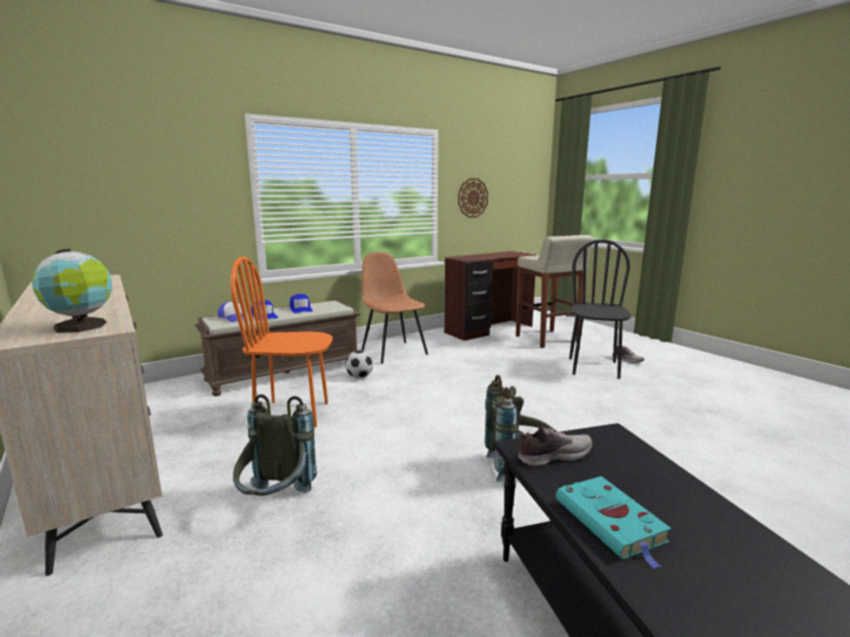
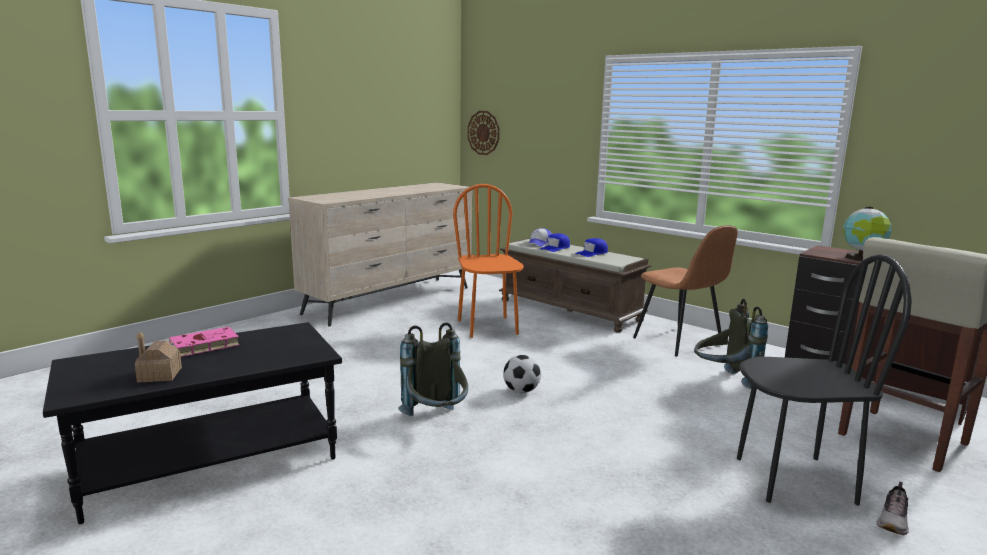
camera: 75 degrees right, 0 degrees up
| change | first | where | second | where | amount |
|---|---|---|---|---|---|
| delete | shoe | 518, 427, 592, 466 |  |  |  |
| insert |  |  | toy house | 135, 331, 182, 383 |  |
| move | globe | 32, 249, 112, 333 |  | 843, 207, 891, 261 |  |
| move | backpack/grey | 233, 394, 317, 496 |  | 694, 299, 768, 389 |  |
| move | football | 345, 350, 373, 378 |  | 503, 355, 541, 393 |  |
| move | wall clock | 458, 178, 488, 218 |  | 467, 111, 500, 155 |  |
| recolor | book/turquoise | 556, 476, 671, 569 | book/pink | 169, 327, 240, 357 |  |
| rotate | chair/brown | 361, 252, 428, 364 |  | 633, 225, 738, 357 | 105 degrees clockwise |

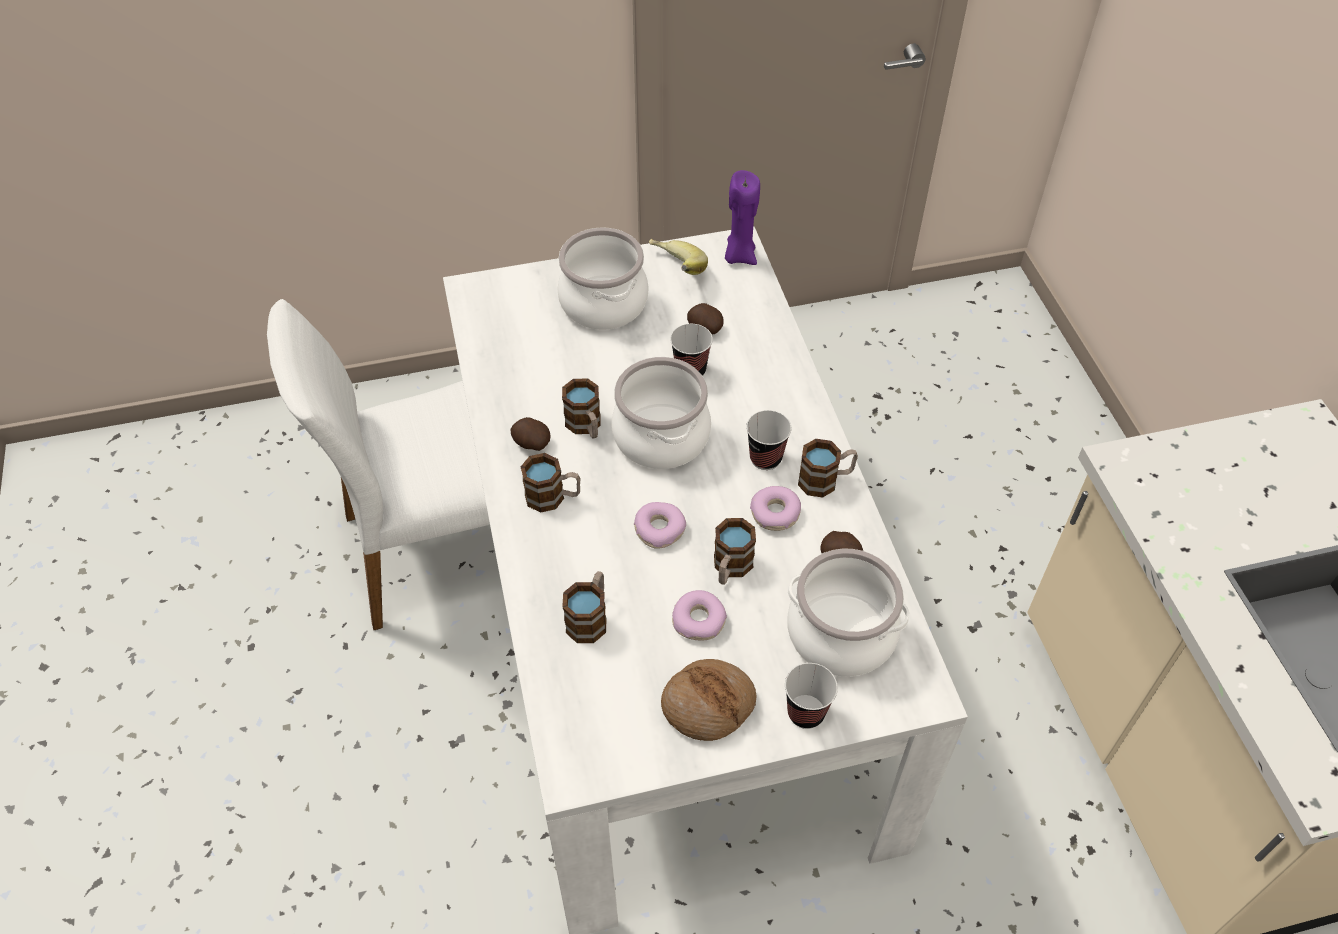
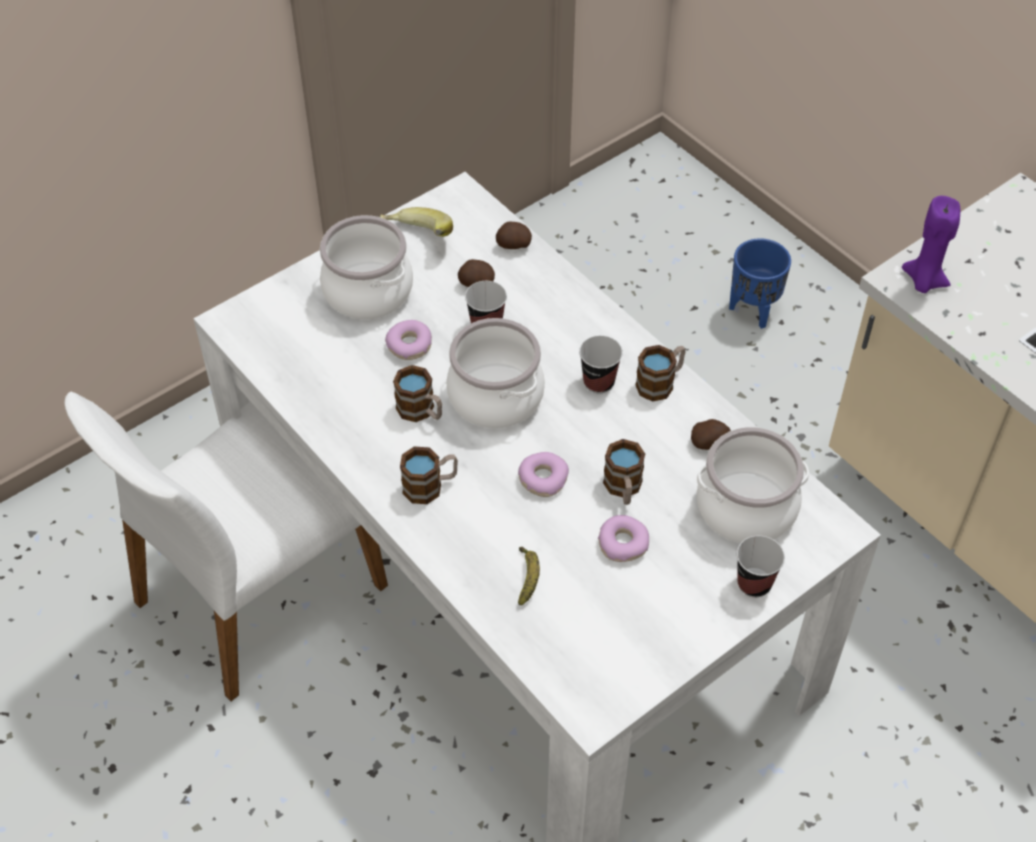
camera: 25 degrees left, 0 degrees up
| change | first | where | second | where | amount |
|---|---|---|---|---|---|
| delete | bread | 661, 659, 756, 741 |  |  |  |
| insert |  |  | planter/blue | 729, 238, 791, 329 |  |
| move | potato | 511, 417, 551, 451 |  | 496, 221, 532, 249 |  |
| move | candle/purple | 725, 170, 760, 265 |  | 902, 196, 960, 293 |  |
| move | donut | 750, 486, 801, 531 |  | 385, 320, 432, 360 |  |
| replace | mug | 562, 571, 607, 643 | banana | 518, 546, 540, 605 |  |

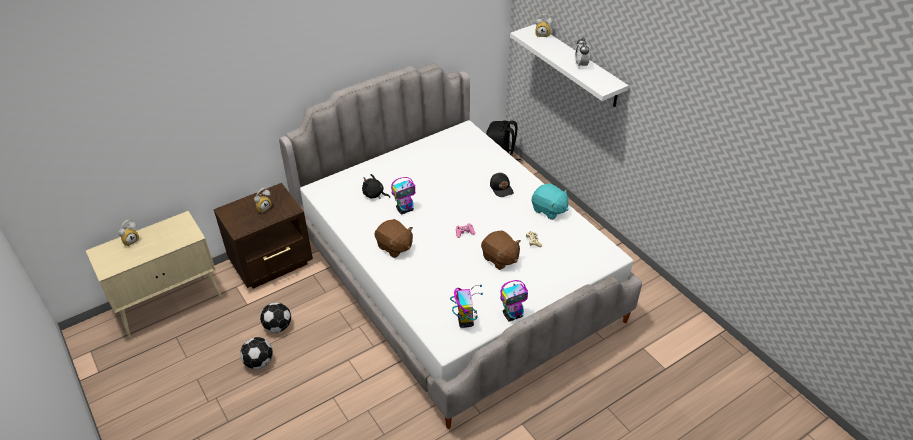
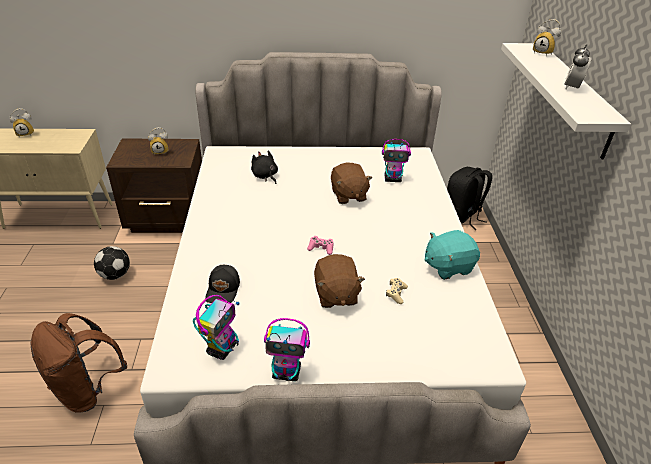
camera: 30 degrees right, 5 degrees down
| change | first | where | second | where | amount |
|---|---|---|---|---|---|
| delete | football | 240, 337, 273, 369 |  |  |  |
| insert |  |  | backpack/brown | 31, 313, 127, 413 |  |
| move | plush toy/brown | 375, 219, 413, 258 |  | 331, 163, 372, 204 |  |
| move | toy robot | 391, 177, 415, 214 |  | 382, 139, 411, 182 |  |
| move | cap/black | 490, 173, 514, 197 |  | 205, 265, 240, 303 |  |
| rotate | plush toy/turquoise | 532, 183, 568, 220 |  | 424, 230, 480, 280 | 90 degrees clockwise |

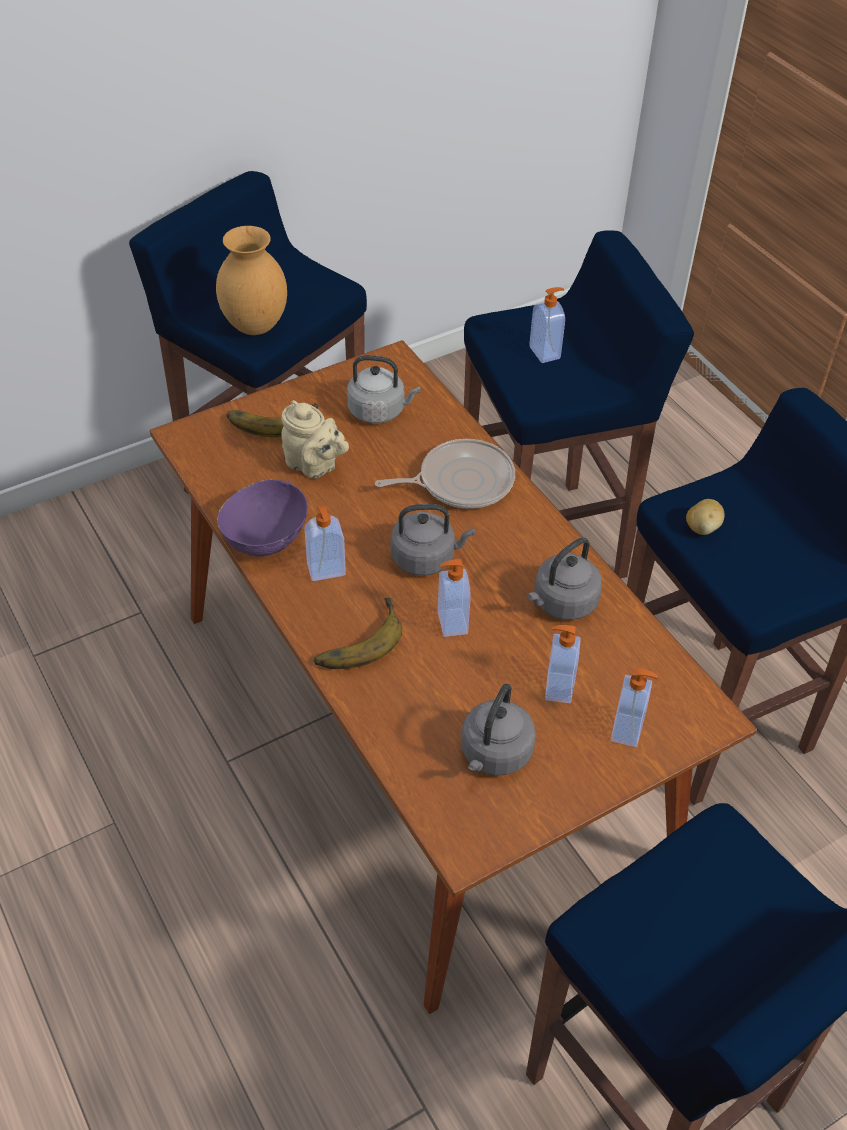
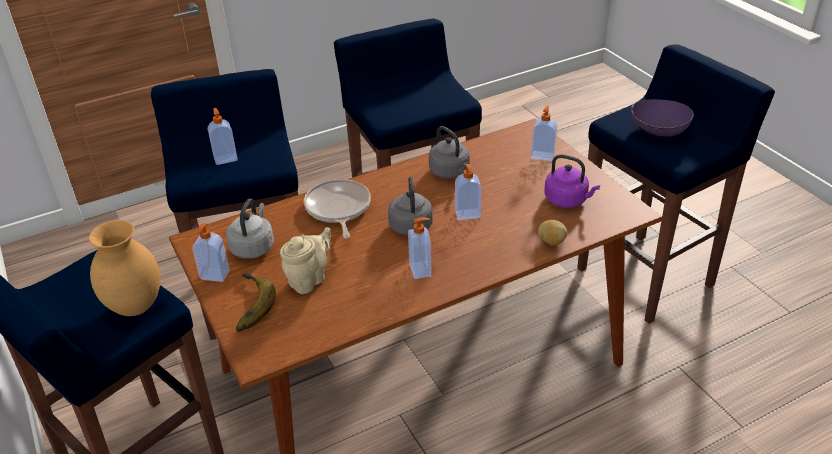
camera: 85 degrees left, 10 degrees down
| change | first | where | second | where | amount |
|---|---|---|---|---|---|
| delete | banana | 314, 598, 402, 669 |  |  |  |
| move | bowl/purple | 217, 479, 308, 556 |  | 631, 99, 694, 136 |  |
| move | soap dispenser | 545, 625, 580, 703 |  | 192, 223, 230, 282 |  |
| move | potato | 686, 499, 725, 535 |  | 538, 220, 567, 245 |  |
| recolor | kettle/grey | 461, 684, 536, 775 | kettle/purple | 544, 154, 600, 208 |  |

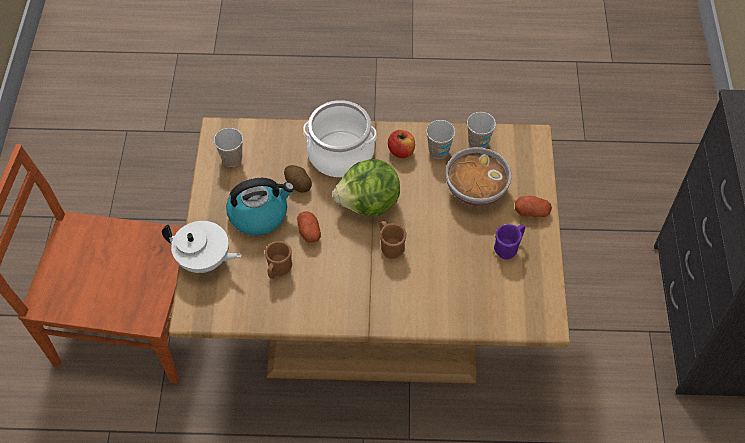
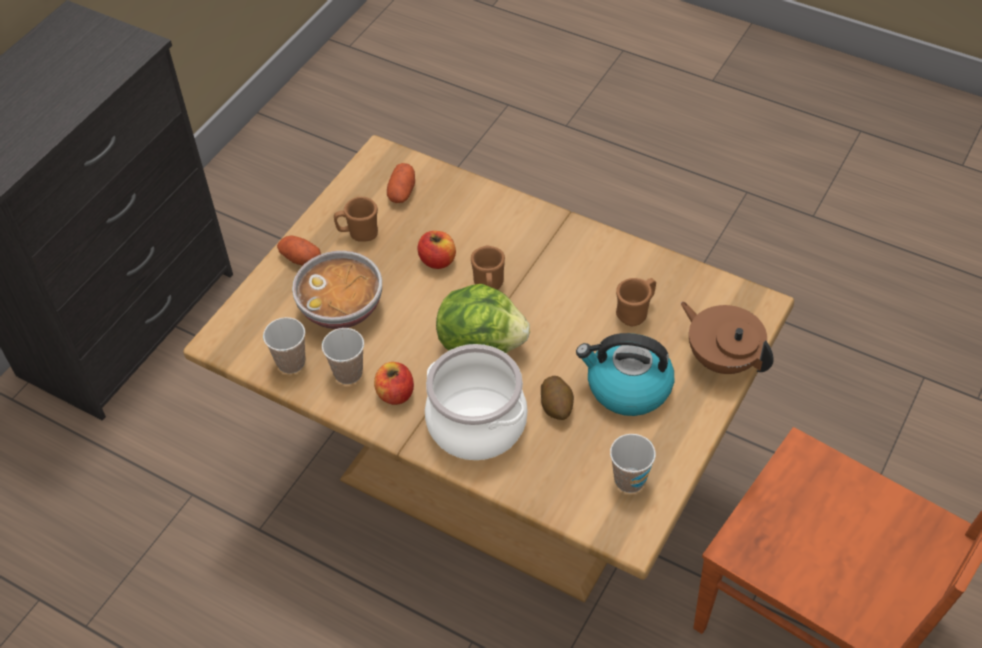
camera: 150 degrees left, 5 degrees down
| change | first | where | second | where | amount |
|---|---|---|---|---|---|
| insert |  |  | apple | 418, 231, 456, 269 |  |
| move | potato | 297, 212, 321, 243 |  | 387, 163, 415, 203 |  |
| recolor | teapot/white | 162, 221, 242, 273 | teapot/brown | 681, 302, 774, 374 |  |
| recolor | mug/purple | 494, 224, 525, 260 | mug/brown | 334, 197, 378, 242 |  |

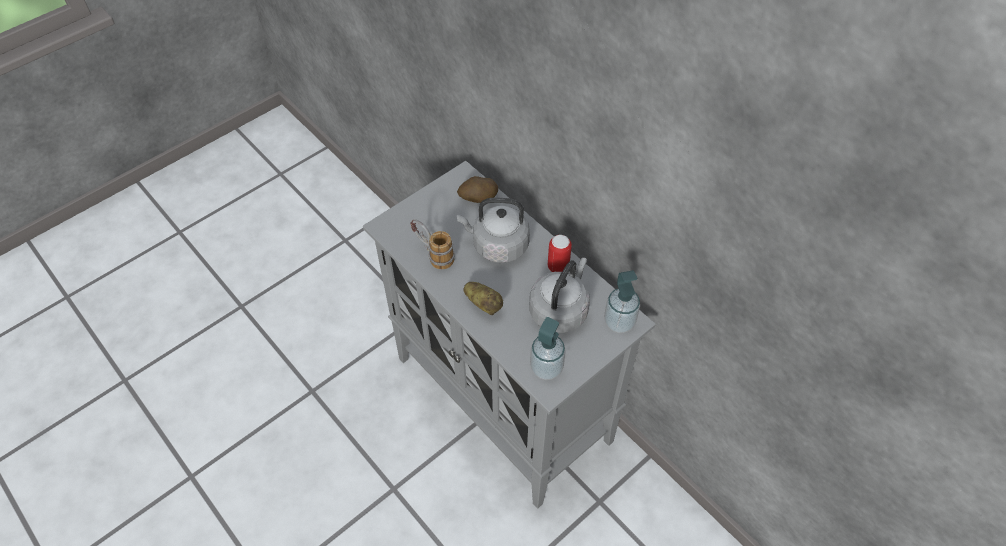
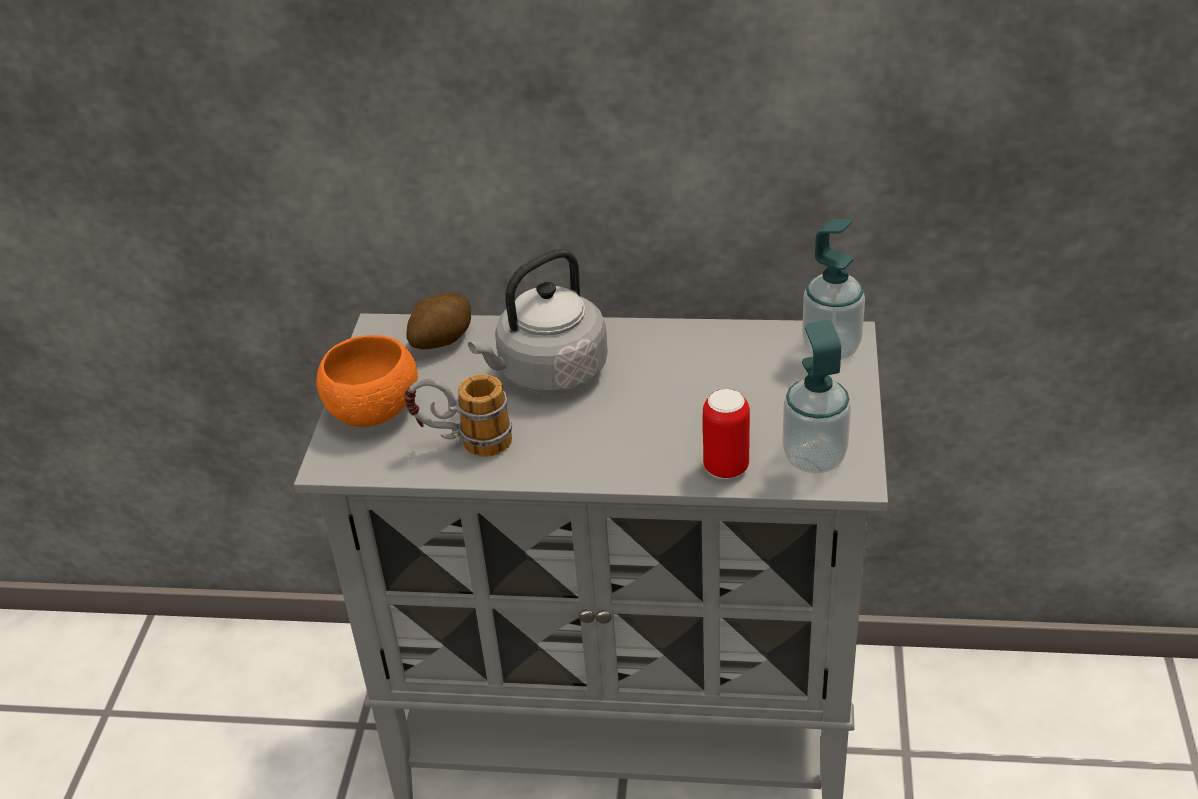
camera: 40 degrees left, 15 degrees down
| change | first | where | second | where | amount |
|---|---|---|---|---|---|
| delete | potato | 463, 282, 503, 315 |  |  |  |
| delete | kettle/grey | 529, 258, 590, 333 |  |  |  |
| insert |  |  | bowl/orange | 316, 335, 418, 427 |  |
| move | can | 548, 235, 572, 272 |  | 703, 389, 750, 479 |  |

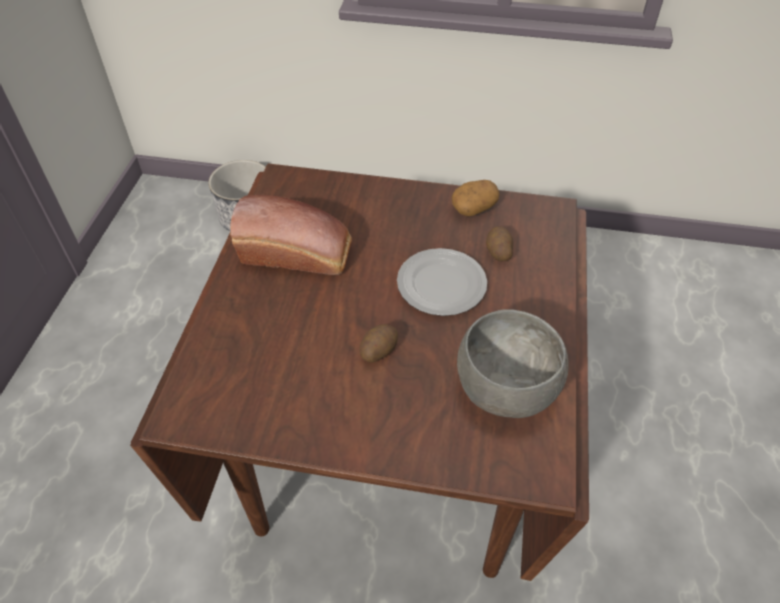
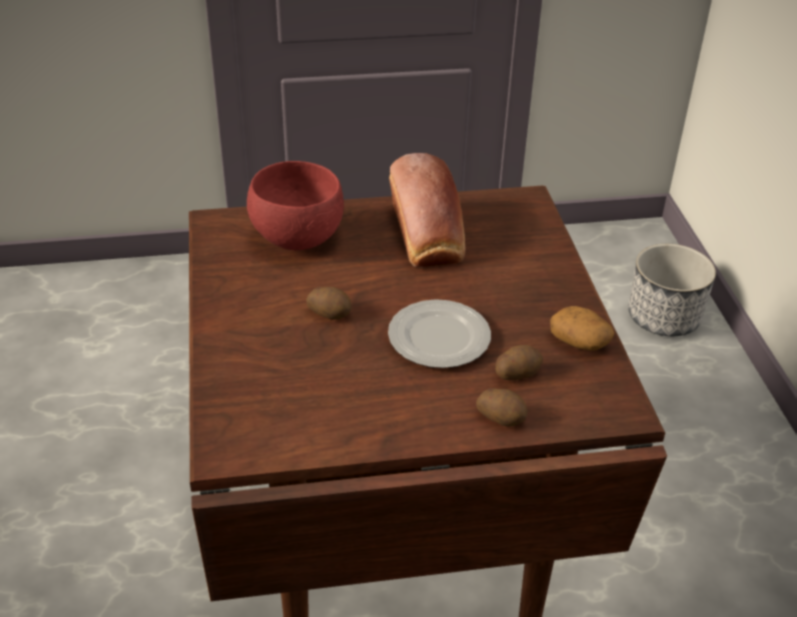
camera: 70 degrees right, 10 degrees down
| change | first | where | second | where | amount |
|---|---|---|---|---|---|
| delete | bowl/grey | 457, 309, 569, 418 |  |  |  |
| insert |  |  | bowl/red | 247, 161, 344, 250 |  |
| insert |  |  | potato | 476, 388, 528, 426 |  |

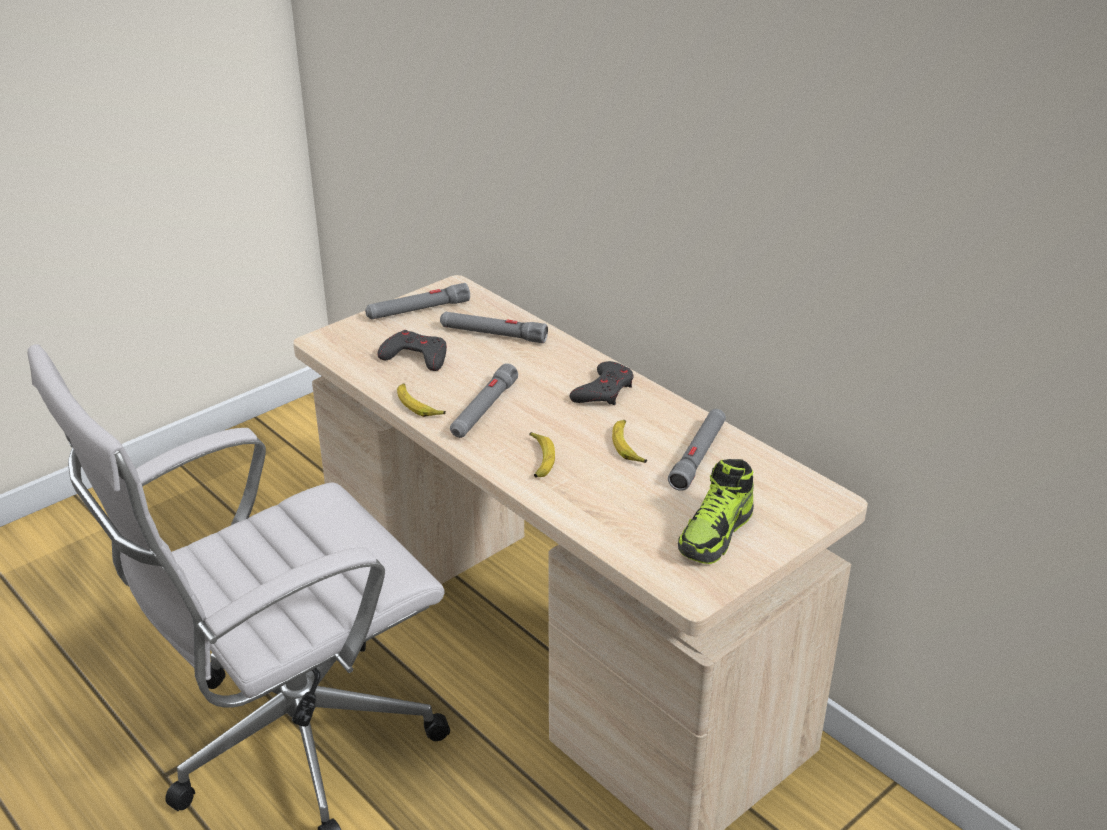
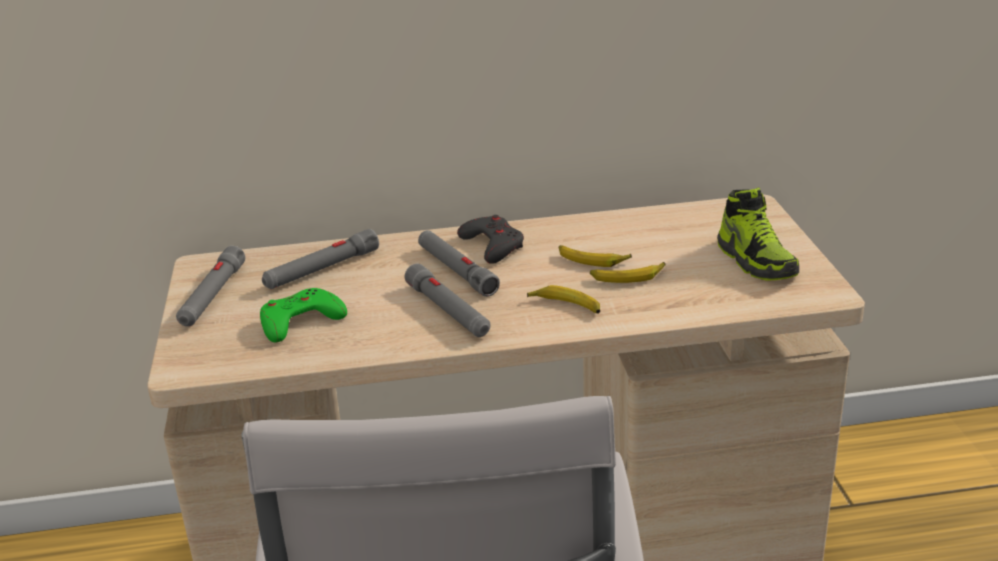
camera: 55 degrees left, 5 degrees down
| change | first | where | second | where | amount |
|---|---|---|---|---|---|
| move | banana | 397, 383, 446, 417 |  | 590, 262, 666, 283 |  |
| move | flashlight/grey | 668, 409, 726, 491 |  | 418, 230, 500, 297 |  |
| recolor | game controller/grey | 377, 330, 447, 371 | game controller/green | 260, 288, 347, 343 |  |

